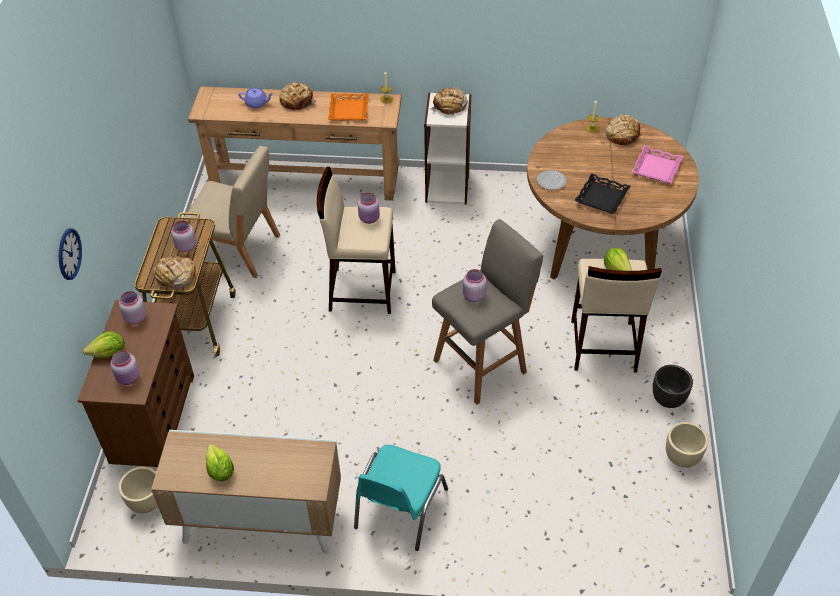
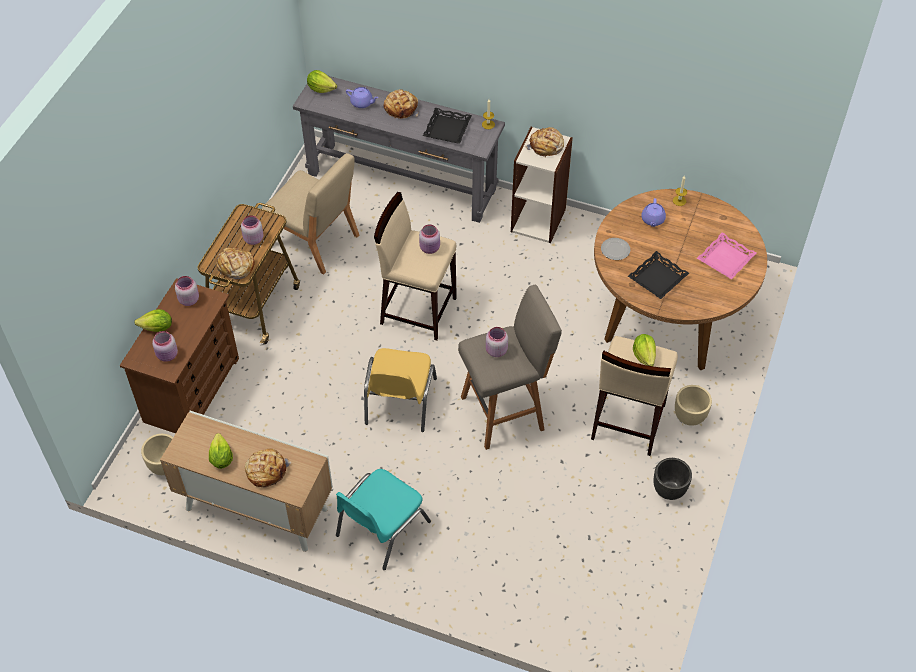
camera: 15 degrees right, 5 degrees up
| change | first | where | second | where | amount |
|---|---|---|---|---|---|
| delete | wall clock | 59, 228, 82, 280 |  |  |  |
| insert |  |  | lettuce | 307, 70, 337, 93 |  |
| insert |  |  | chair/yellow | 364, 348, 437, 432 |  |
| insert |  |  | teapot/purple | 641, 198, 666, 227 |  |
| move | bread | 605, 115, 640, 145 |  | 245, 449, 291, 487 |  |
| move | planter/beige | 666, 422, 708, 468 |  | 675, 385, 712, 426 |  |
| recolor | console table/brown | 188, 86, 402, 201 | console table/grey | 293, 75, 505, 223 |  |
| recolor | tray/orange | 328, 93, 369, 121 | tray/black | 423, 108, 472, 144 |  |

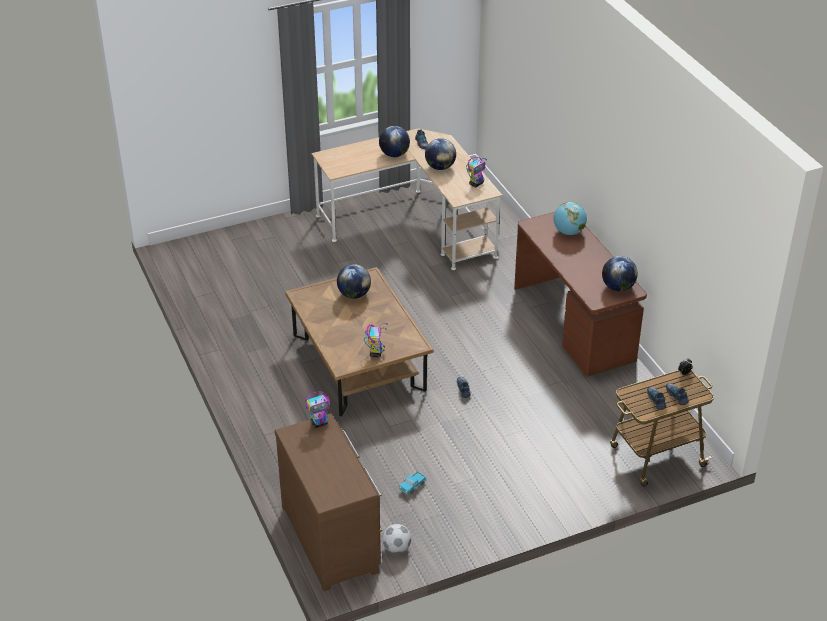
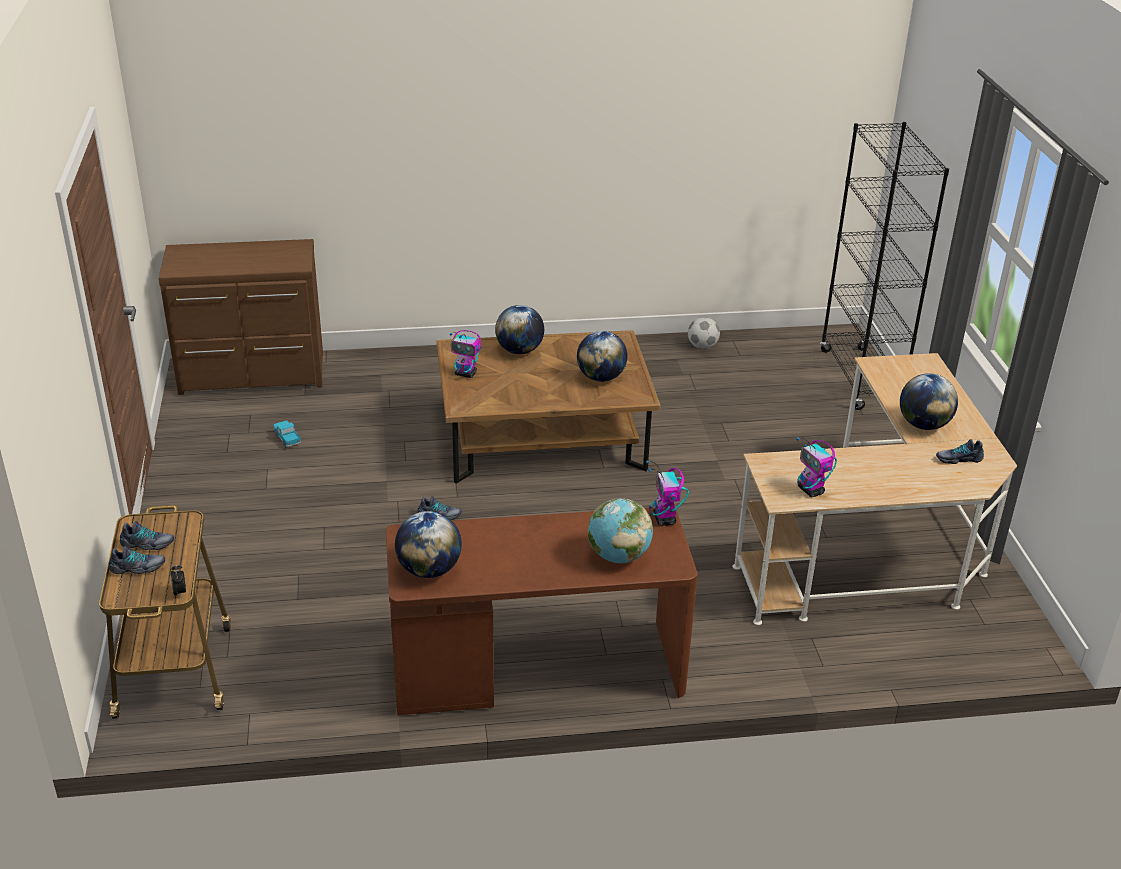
camera: 105 degrees right, 5 degrees down
| change | first | where | second | where | amount |
|---|---|---|---|---|---|
| insert |  |  | bookcase/black | 820, 122, 949, 410 |  |
| move | toy robot | 306, 391, 330, 428 |  | 646, 461, 689, 526 |  |
| move | football | 382, 524, 411, 553 |  | 688, 317, 720, 349 |  |
| move | globe | 425, 138, 456, 170 |  | 495, 305, 544, 354 |  |

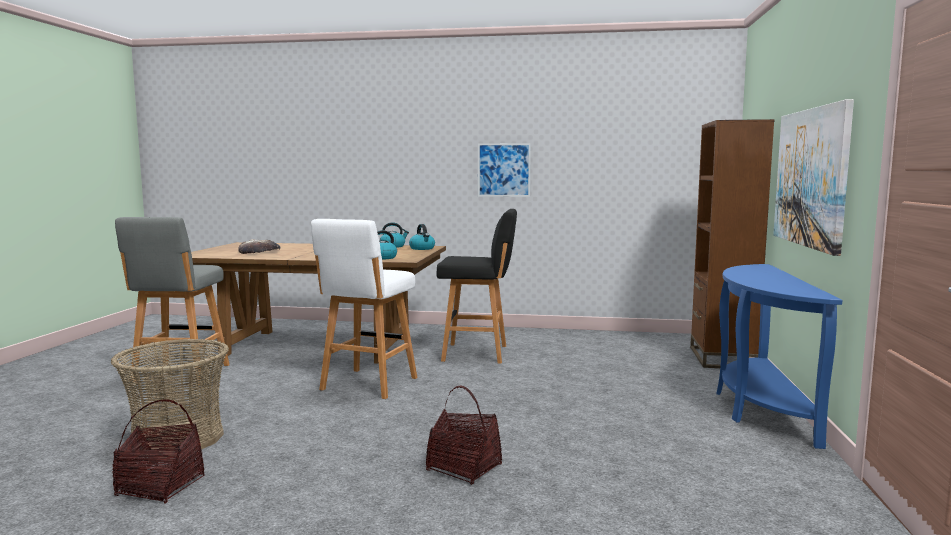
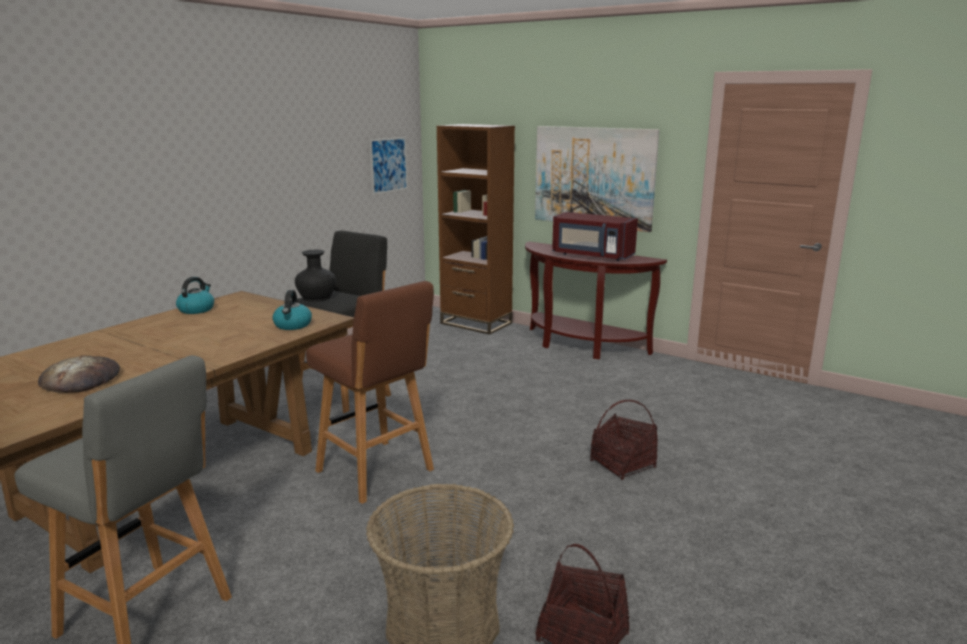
camera: 65 degrees left, 10 degrees up
| change | first | where | second | where | amount |
|---|---|---|---|---|---|
| delete | kettle | 409, 224, 435, 250 |  |  |  |
| insert |  |  | vase/black | 295, 250, 336, 302 |  |
| insert |  |  | microwave/red | 552, 212, 638, 261 |  |
| move | picture | 478, 143, 531, 197 |  | 370, 137, 408, 195 |  |
| recolor | stool/white | 311, 219, 417, 399 | stool/brown | 306, 281, 434, 504 |  |
| recolor | console table/blue | 717, 264, 842, 449 | console table/brown | 525, 241, 667, 359 |  |

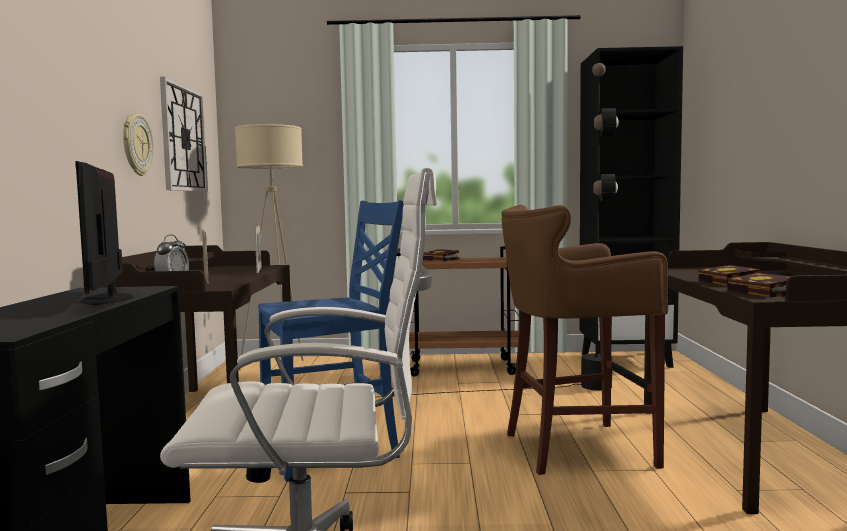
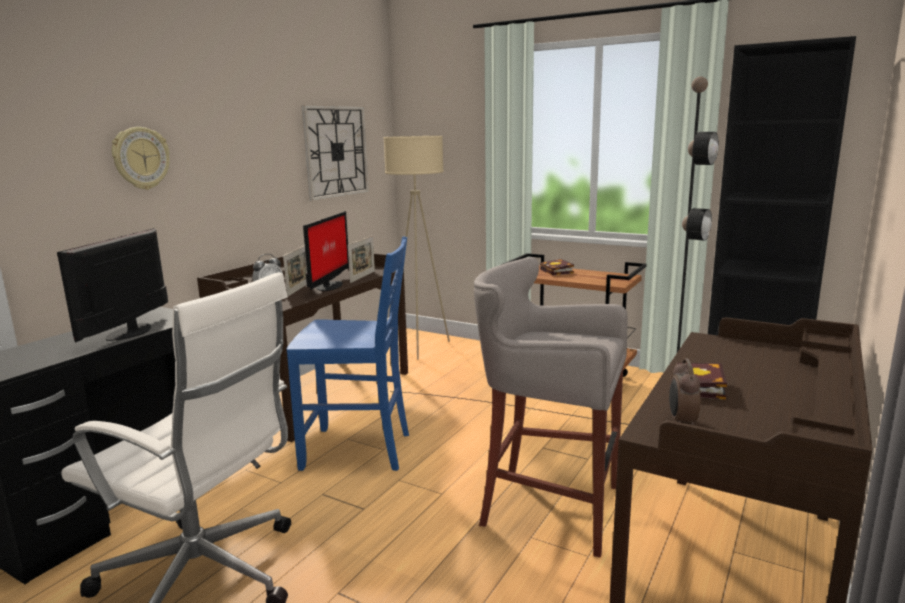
camera: 30 degrees right, 10 degrees up
| change | first | where | second | where | amount |
|---|---|---|---|---|---|
| insert |  |  | monitor | 303, 211, 349, 291 |  |
| move | wall clock | 123, 114, 154, 176 |  | 112, 127, 170, 190 |  |
| replace | book | 728, 273, 790, 297 | alarm clock | 669, 358, 701, 425 |  |
| recolor | stool/brown | 501, 205, 668, 475 | stool/grey | 474, 257, 628, 558 |  |

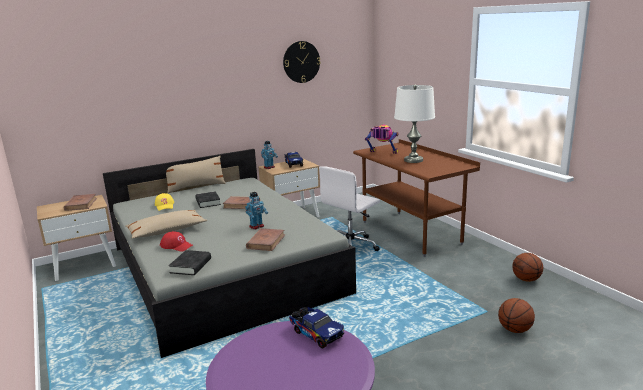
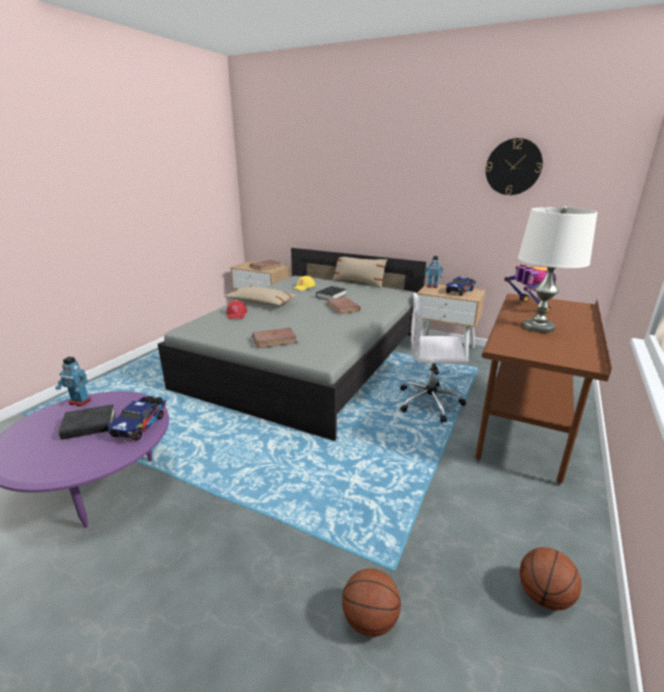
camera: 55 degrees right, 5 degrees up
| change | first | where | second | where | amount |
|---|---|---|---|---|---|
| move | book/black | 168, 250, 211, 275 |  | 59, 404, 115, 440 |  |
| move | toy robot | 245, 192, 268, 229 |  | 55, 357, 91, 406 |  |

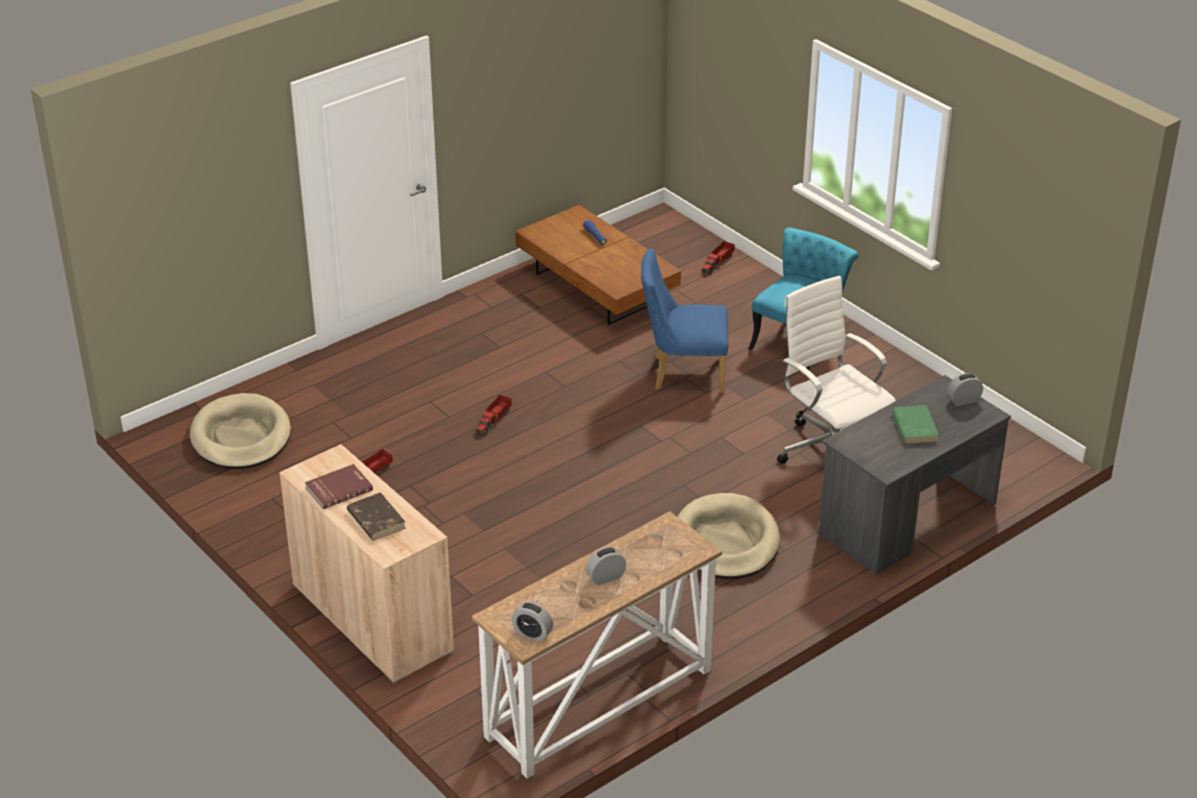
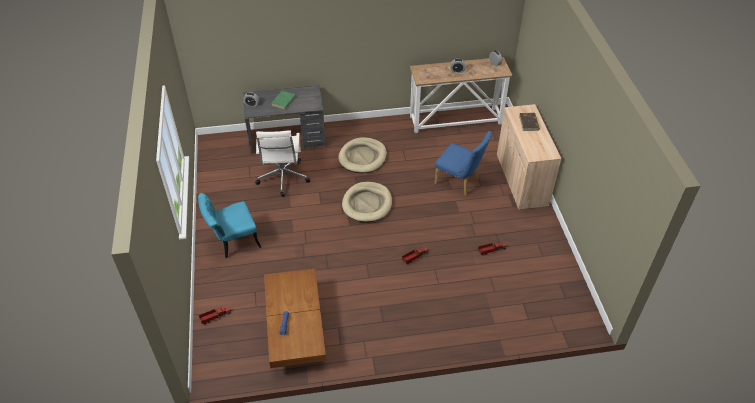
camera: 150 degrees left, 10 degrees up
| change | first | where | second | where | amount |
|---|---|---|---|---|---|
| delete | book/red | 305, 464, 373, 509 |  |  |  |
| move | dog bed/beige | 190, 393, 291, 469 |  | 342, 182, 392, 223 |  |
| move | chair/blue | 641, 248, 728, 393 |  | 434, 131, 491, 196 |  |

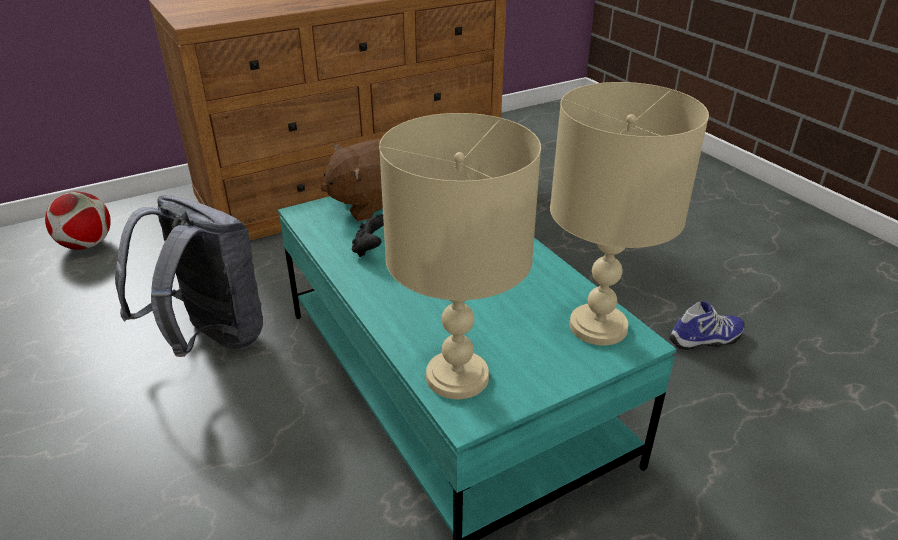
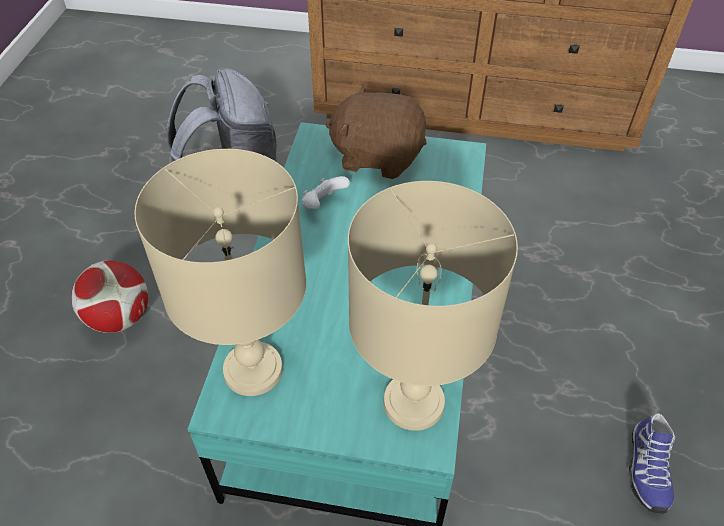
camera: 40 degrees right, 15 degrees up
| change | first | where | second | where | amount |
|---|---|---|---|---|---|
| move | football | 45, 191, 111, 250 |  | 71, 260, 148, 333 |  |
| recolor | game controller/black | 352, 214, 384, 257 | game controller/white | 302, 176, 350, 209 |  |
| rotate | shoe | 669, 301, 745, 350 |  | 629, 413, 675, 513 | 75 degrees clockwise |

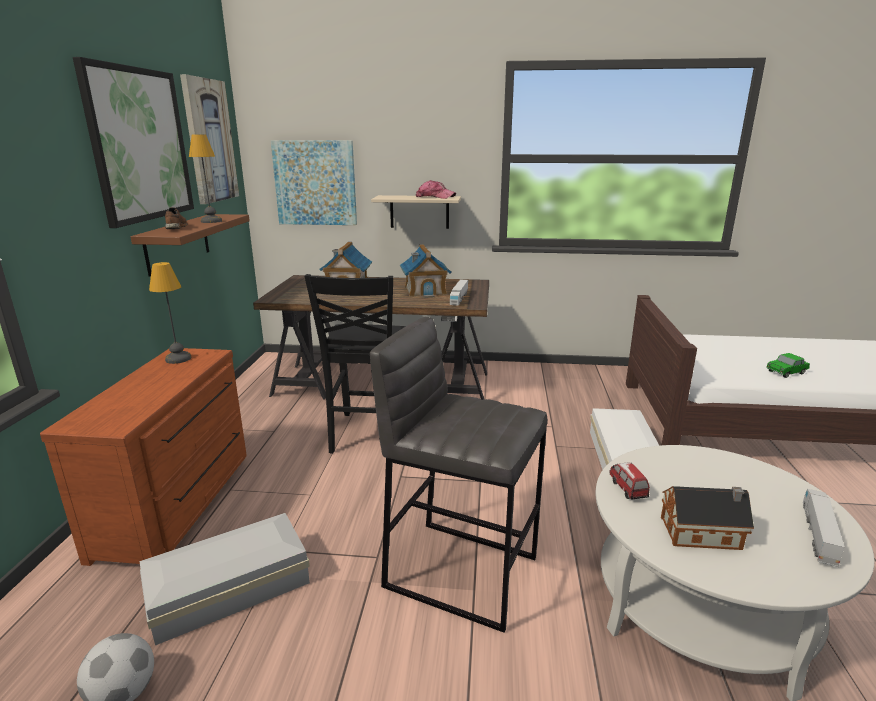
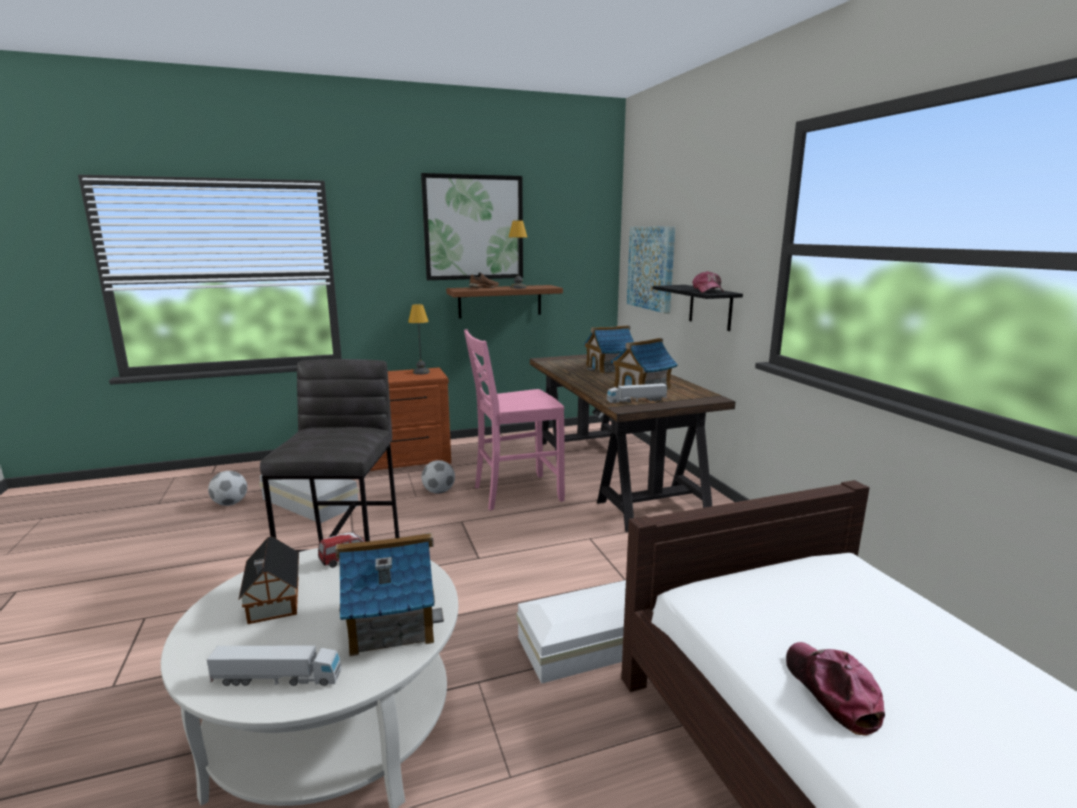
camera: 65 degrees right, 5 degrees down
| change | first | where | second | where | amount |
|---|---|---|---|---|---|
| delete | picture | 180, 74, 239, 204 |  |  |  |
| insert |  |  | toy house | 335, 533, 444, 656 |  |
| insert |  |  | football | 421, 460, 455, 494 |  |
| replace | toy car | 766, 353, 810, 378 | cap | 786, 642, 885, 736 |  |
| recolor | chair/black | 304, 274, 406, 454 | chair/pink | 464, 329, 565, 511 |  |
| recolor | shelf/beige | 371, 195, 461, 229 | shelf/black | 653, 285, 743, 331 |  |

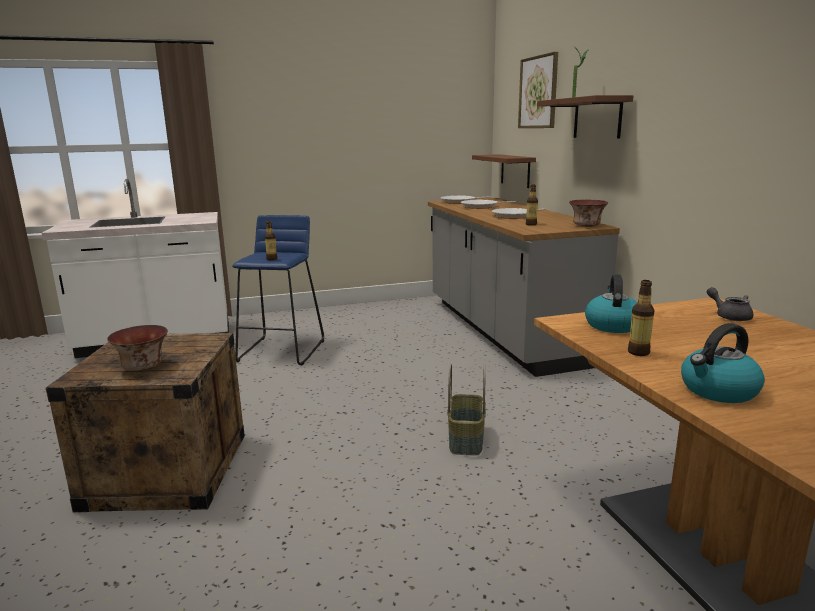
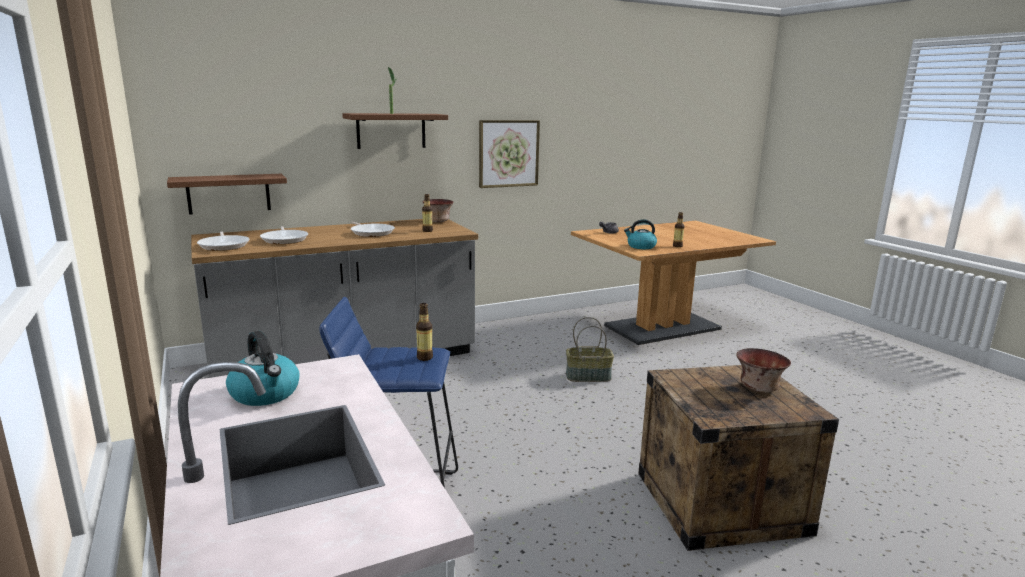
camera: 100 degrees left, 0 degrees up
| change | first | where | second | where | amount |
|---|---|---|---|---|---|
| move | picture | 518, 52, 558, 128 |  | 479, 120, 540, 188 |  |
| move | kettle | 681, 323, 765, 403 |  | 226, 331, 299, 406 |  |

